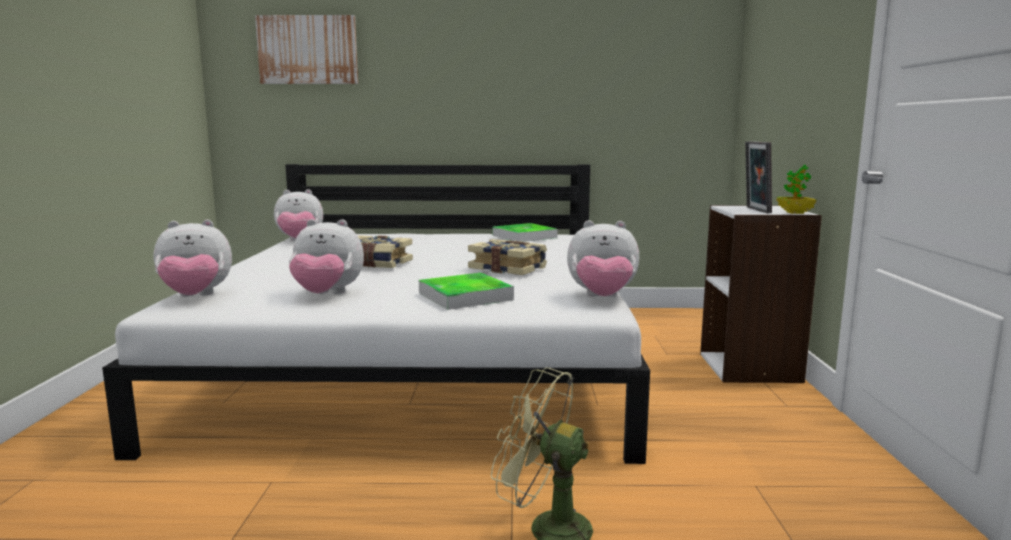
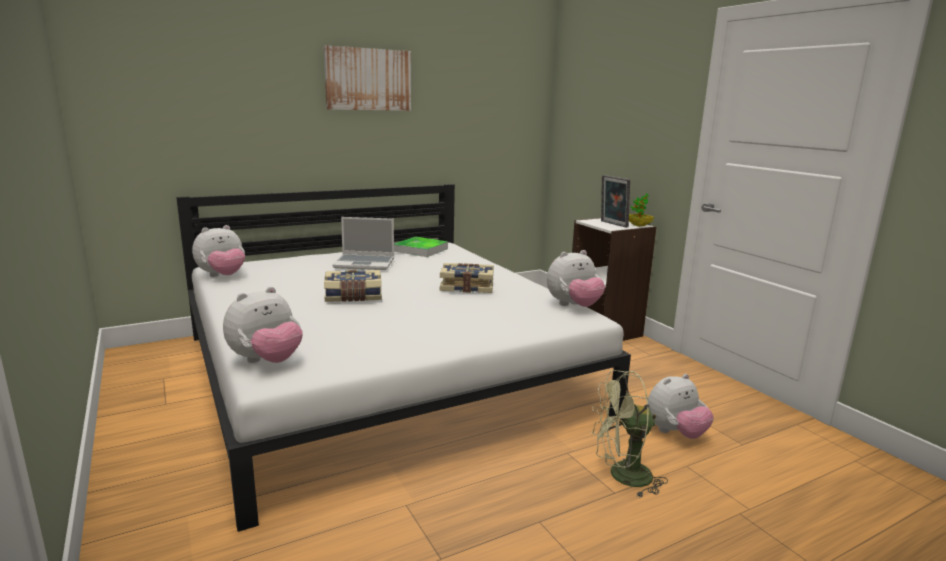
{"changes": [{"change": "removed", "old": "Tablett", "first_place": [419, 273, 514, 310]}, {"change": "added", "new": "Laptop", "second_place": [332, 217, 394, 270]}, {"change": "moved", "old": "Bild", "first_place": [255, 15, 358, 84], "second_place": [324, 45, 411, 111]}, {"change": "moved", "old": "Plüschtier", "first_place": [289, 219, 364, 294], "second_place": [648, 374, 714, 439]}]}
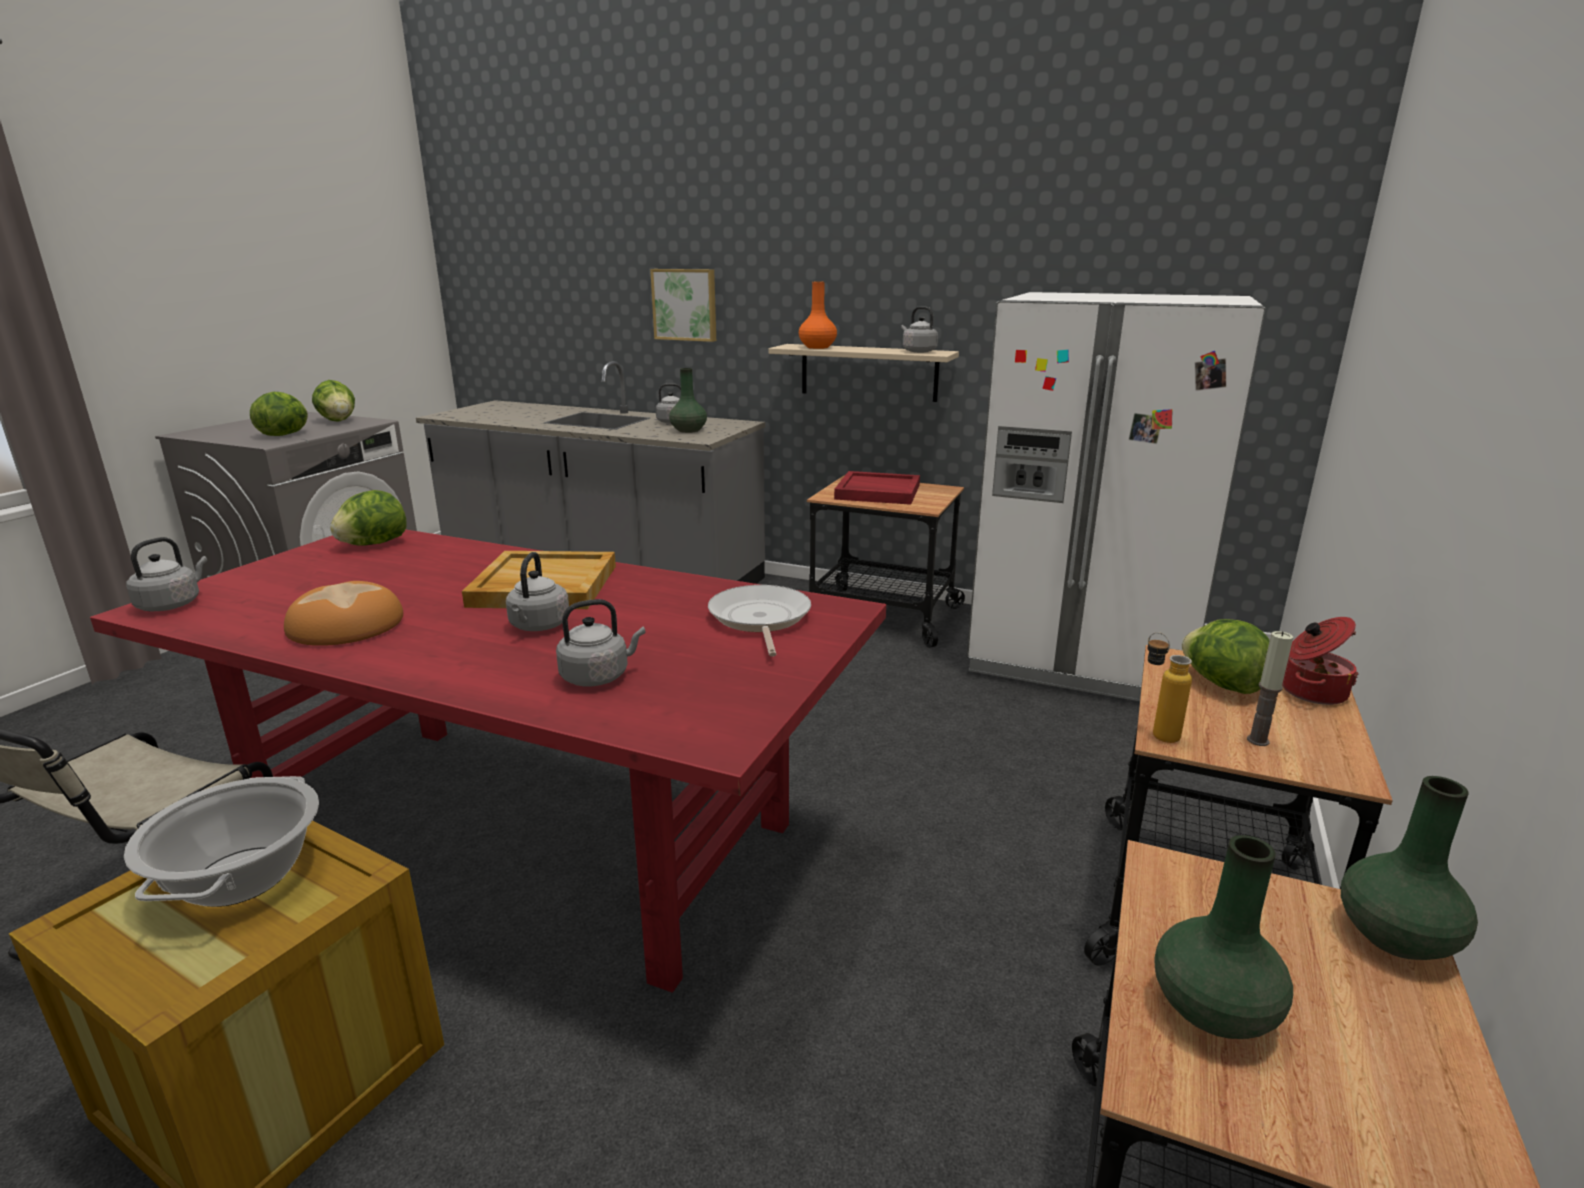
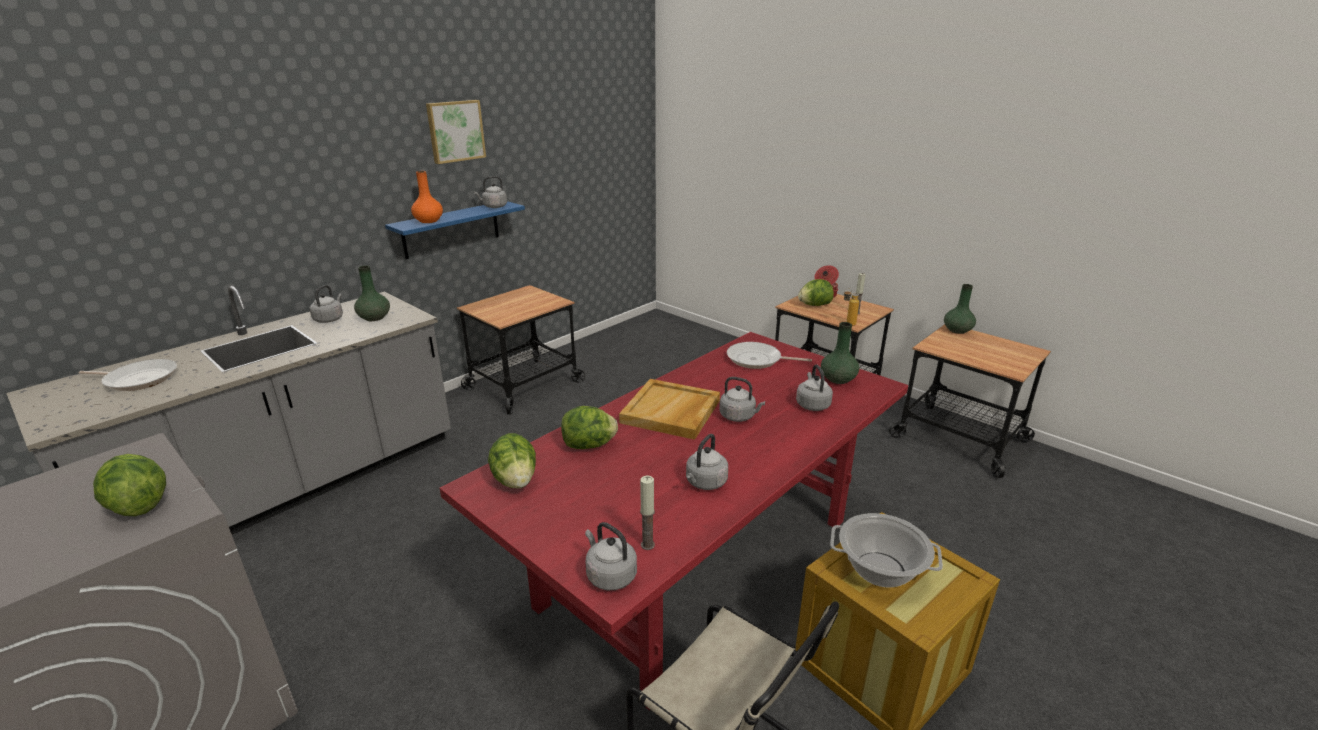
{"changes": [{"change": "removed", "old": "Tablett (rot)", "first_place": [834, 471, 920, 505]}, {"change": "removed", "old": "Kühlschrank (weiß)", "first_place": [967, 292, 1266, 701]}, {"change": "added", "new": "Pfanne", "second_place": [79, 359, 177, 391]}, {"change": "added", "new": "Kerze", "second_place": [640, 475, 655, 550]}, {"change": "moved", "old": "Salatkopf", "first_place": [312, 380, 355, 422], "second_place": [561, 406, 618, 449]}, {"change": "moved", "old": "Bild", "first_place": [650, 269, 716, 342], "second_place": [426, 100, 486, 164]}, {"change": "moved", "old": "Vase (grün)", "first_place": [1154, 835, 1293, 1039], "second_place": [821, 322, 859, 384]}, {"change": "replaced", "old": "Brot", "new": "Wasserkessel (grau)", "first_place": [284, 581, 403, 646], "second_place": [686, 434, 728, 490]}, {"change": "recoloured", "old": "Wandregal (beige)", "new": "Wandregal (blau)", "first_place": [768, 344, 959, 402], "second_place": [385, 201, 525, 259]}]}
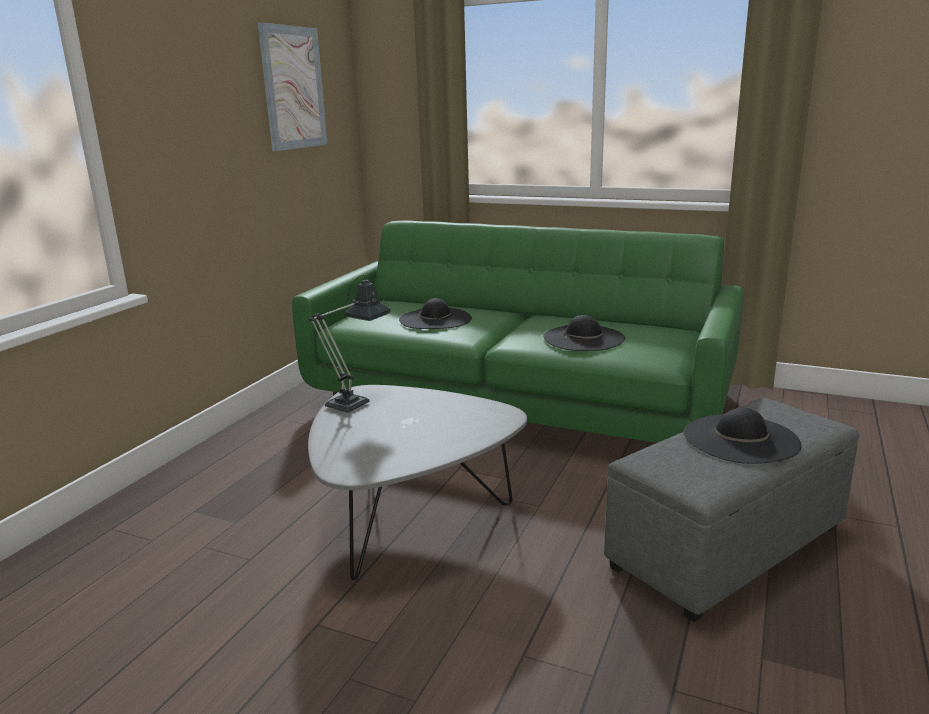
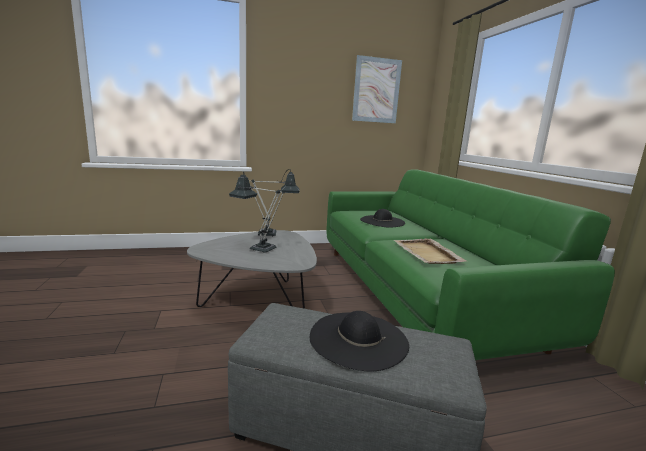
{"changes": [{"change": "added", "new": "Tischlampe", "second_place": [229, 172, 285, 253]}, {"change": "replaced", "old": "Hut (schwarz)", "new": "Tablett (beige)", "first_place": [543, 315, 625, 351], "second_place": [394, 238, 467, 264]}]}
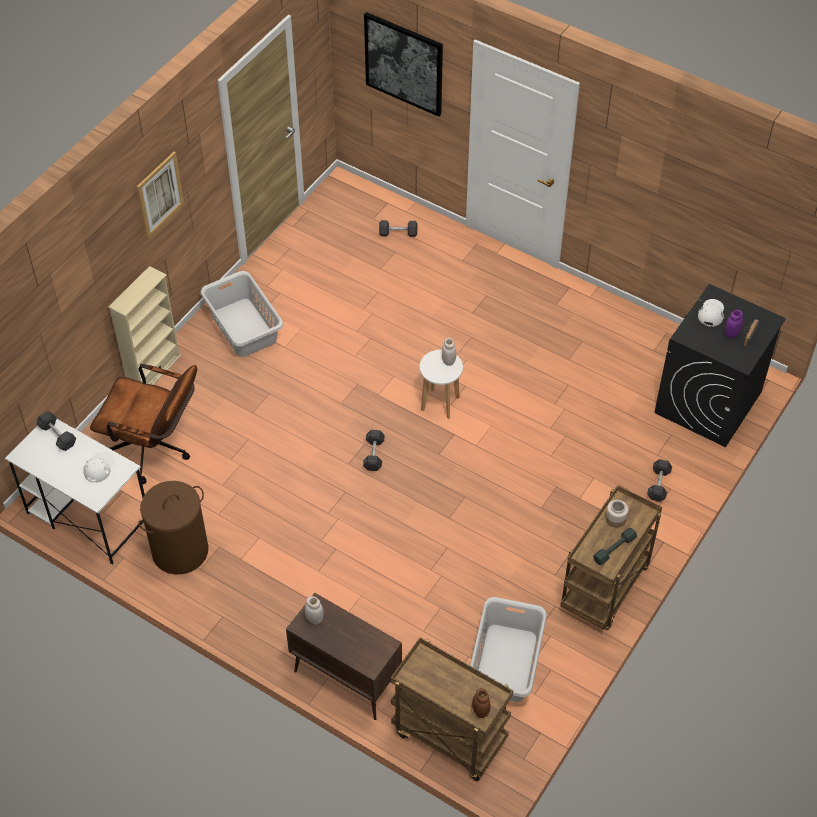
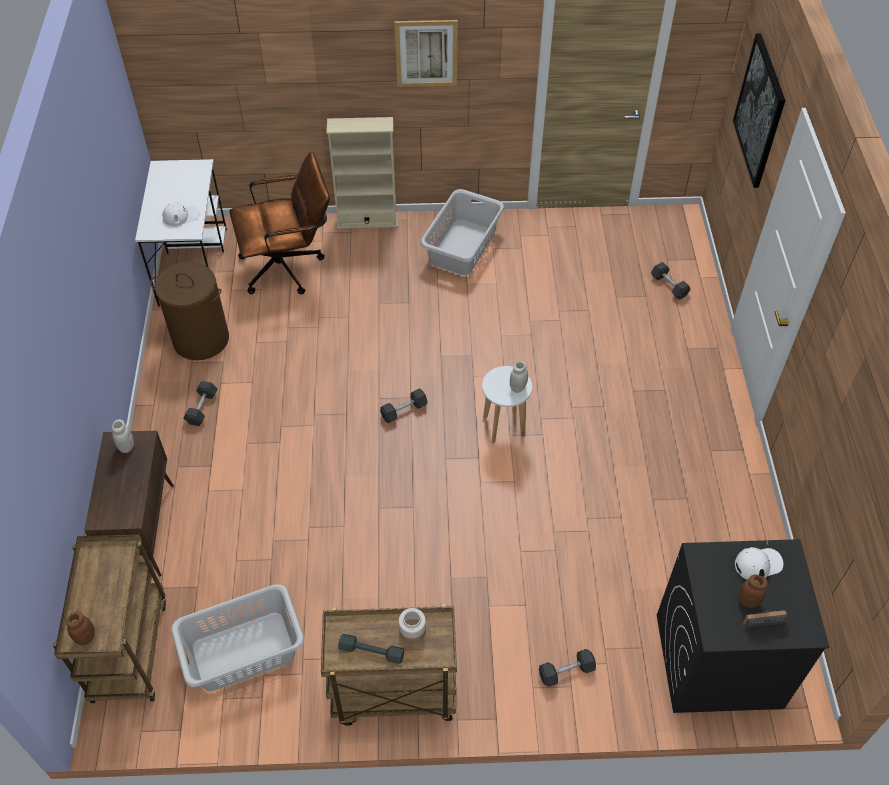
{"changes": [{"change": "moved", "old": "Hantel (grau)", "first_place": [36, 411, 76, 451], "second_place": [184, 381, 217, 426]}, {"change": "recoloured", "old": "Vorratsglas (lila)", "new": "Vorratsglas (braun)", "first_place": [725, 310, 743, 338], "second_place": [739, 574, 768, 608]}, {"change": "turned", "old": "Bürostuhl (braun)", "first_place": [90, 364, 197, 484], "second_place": [229, 151, 330, 294], "degrees": -90}]}
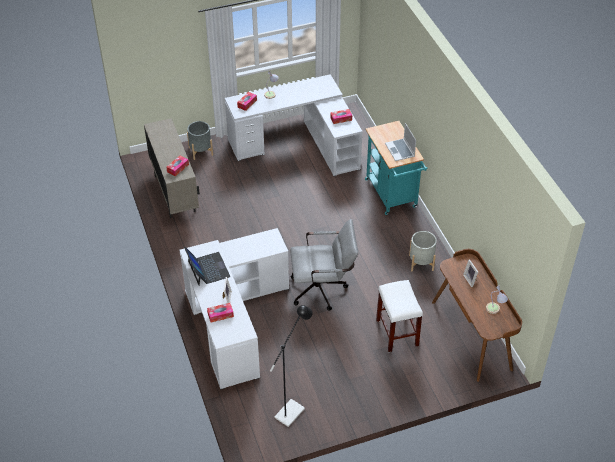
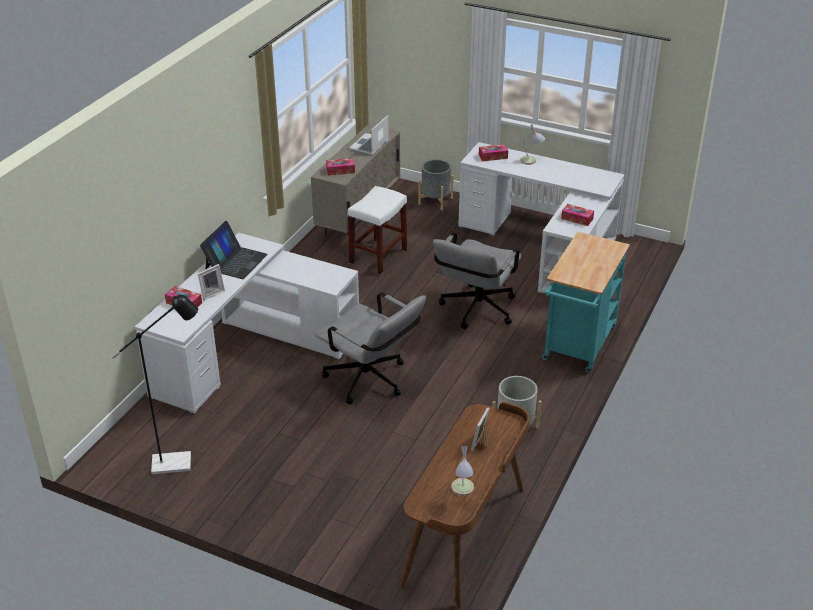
{"changes": [{"change": "added", "new": "Bürostuhl (grau)", "second_place": [433, 232, 522, 329]}, {"change": "moved", "old": "Hocker (weiß)", "first_place": [376, 280, 423, 352], "second_place": [347, 186, 407, 274]}, {"change": "moved", "old": "Laptop", "first_place": [385, 123, 416, 161], "second_place": [349, 115, 389, 155]}]}
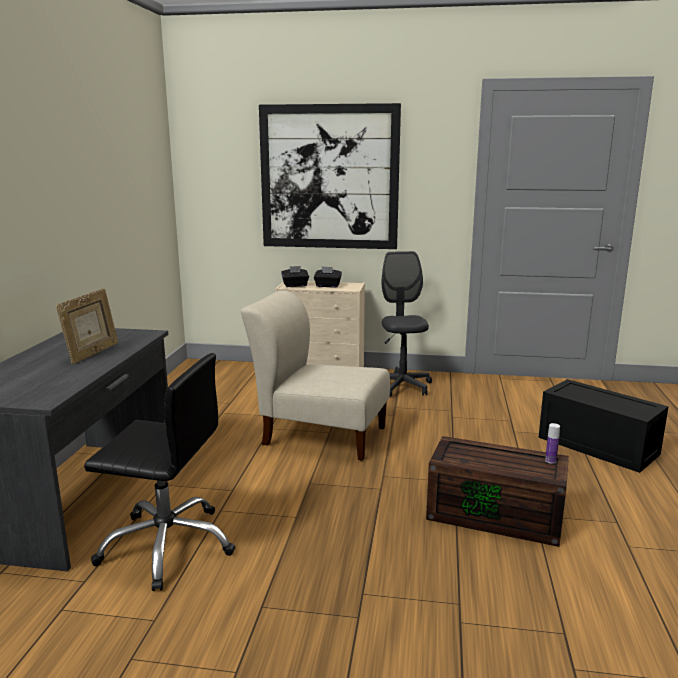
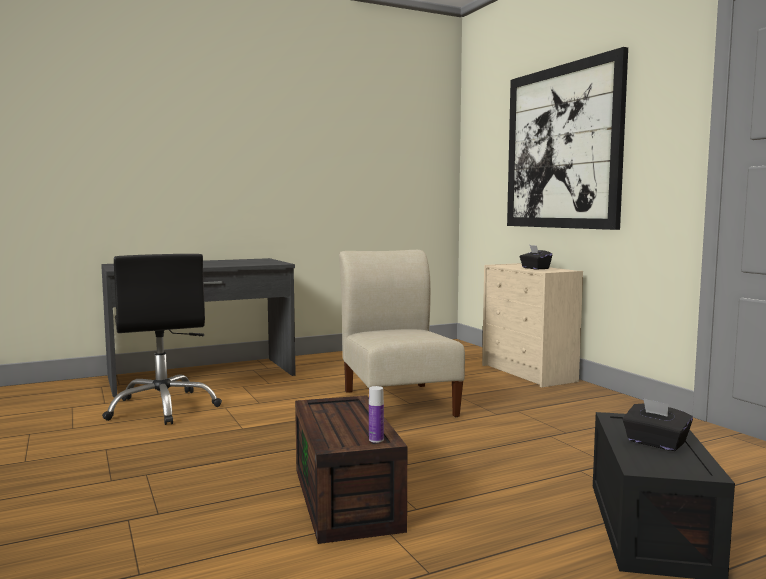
{"changes": [{"change": "removed", "old": "Bilderrahmen", "first_place": [56, 288, 118, 364]}, {"change": "removed", "old": "Bürostuhl (grau)", "first_place": [381, 251, 432, 397]}, {"change": "moved", "old": "Taschentuchbox (schwarz)", "first_place": [281, 266, 309, 287], "second_place": [622, 398, 693, 451]}]}
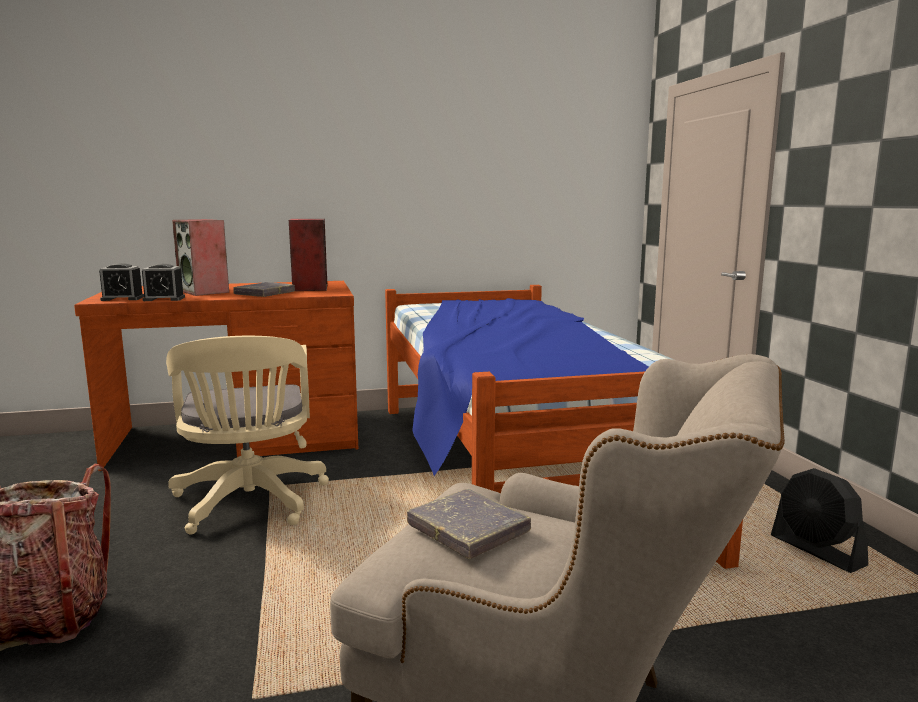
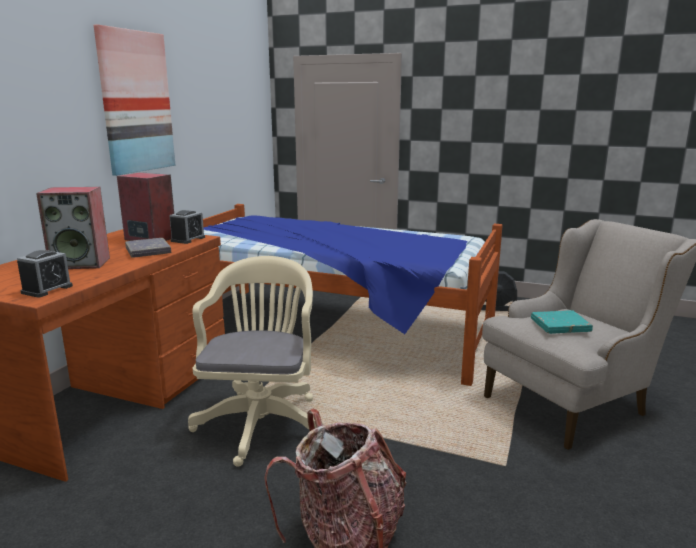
{"changes": [{"change": "added", "new": "Bild", "second_place": [94, 24, 176, 176]}, {"change": "moved", "old": "Wecker", "first_place": [142, 264, 185, 301], "second_place": [169, 210, 205, 244]}, {"change": "recoloured", "old": "Buch (grau)", "new": "Buch (türkis)", "first_place": [407, 489, 531, 559], "second_place": [531, 310, 593, 334]}, {"change": "turned", "old": "Bürostuhl (beige)", "first_place": [166, 336, 329, 535], "second_place": [188, 256, 323, 467], "degrees": -105}]}
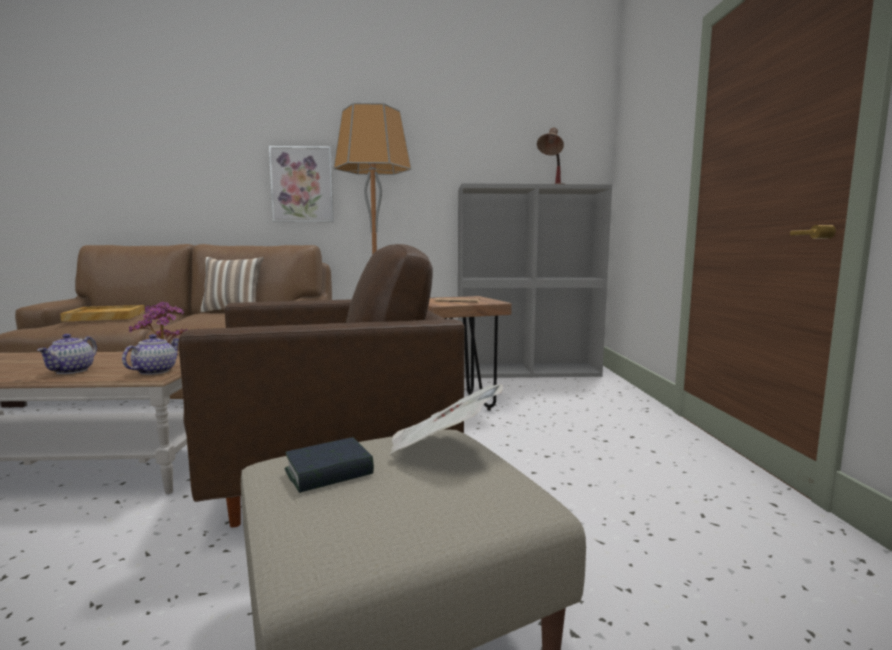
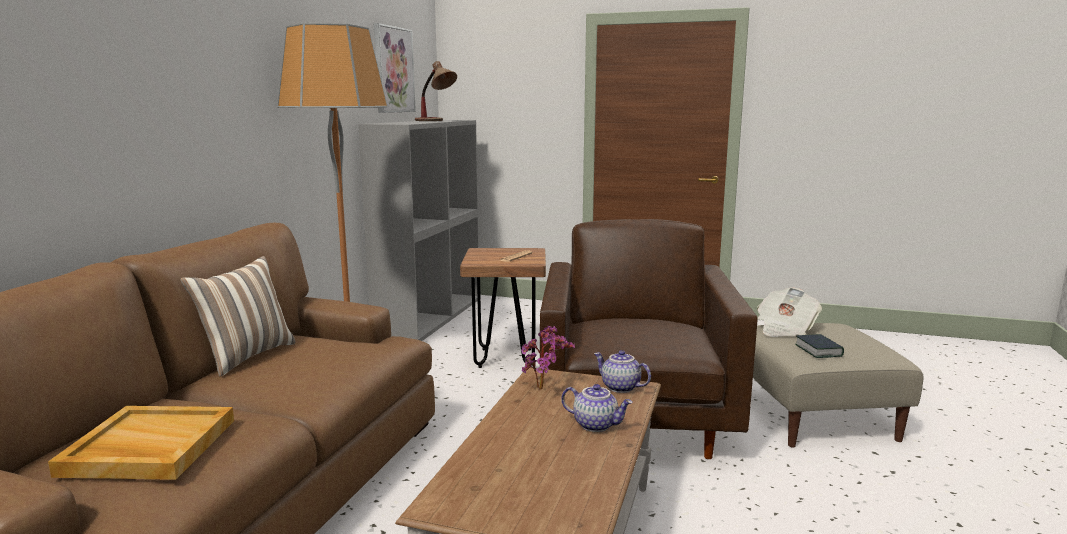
{"changes": [{"change": "moved", "old": "Bild", "first_place": [269, 146, 334, 222], "second_place": [374, 23, 416, 113]}]}
